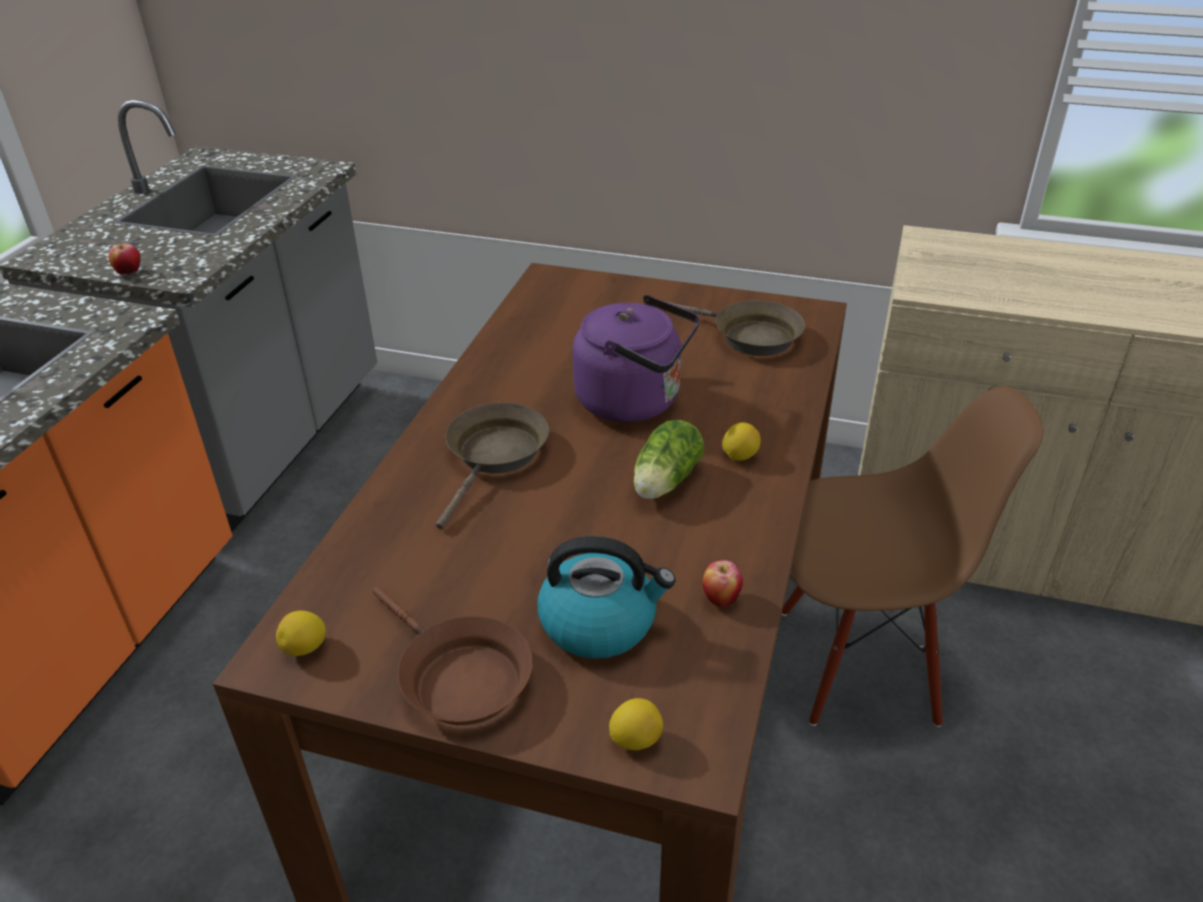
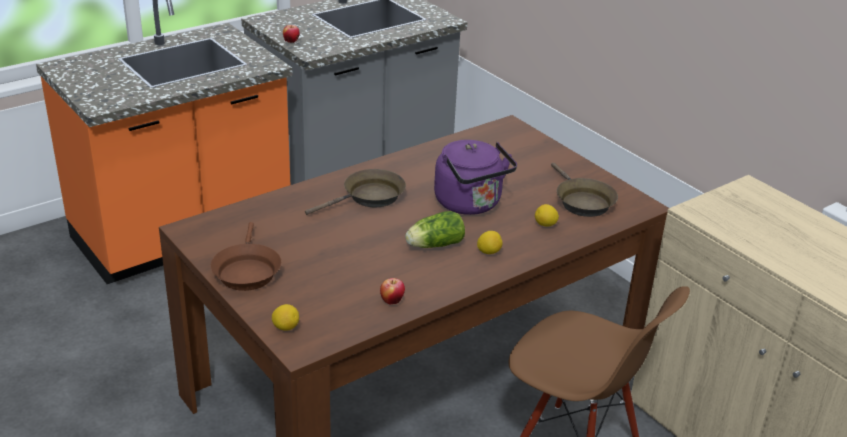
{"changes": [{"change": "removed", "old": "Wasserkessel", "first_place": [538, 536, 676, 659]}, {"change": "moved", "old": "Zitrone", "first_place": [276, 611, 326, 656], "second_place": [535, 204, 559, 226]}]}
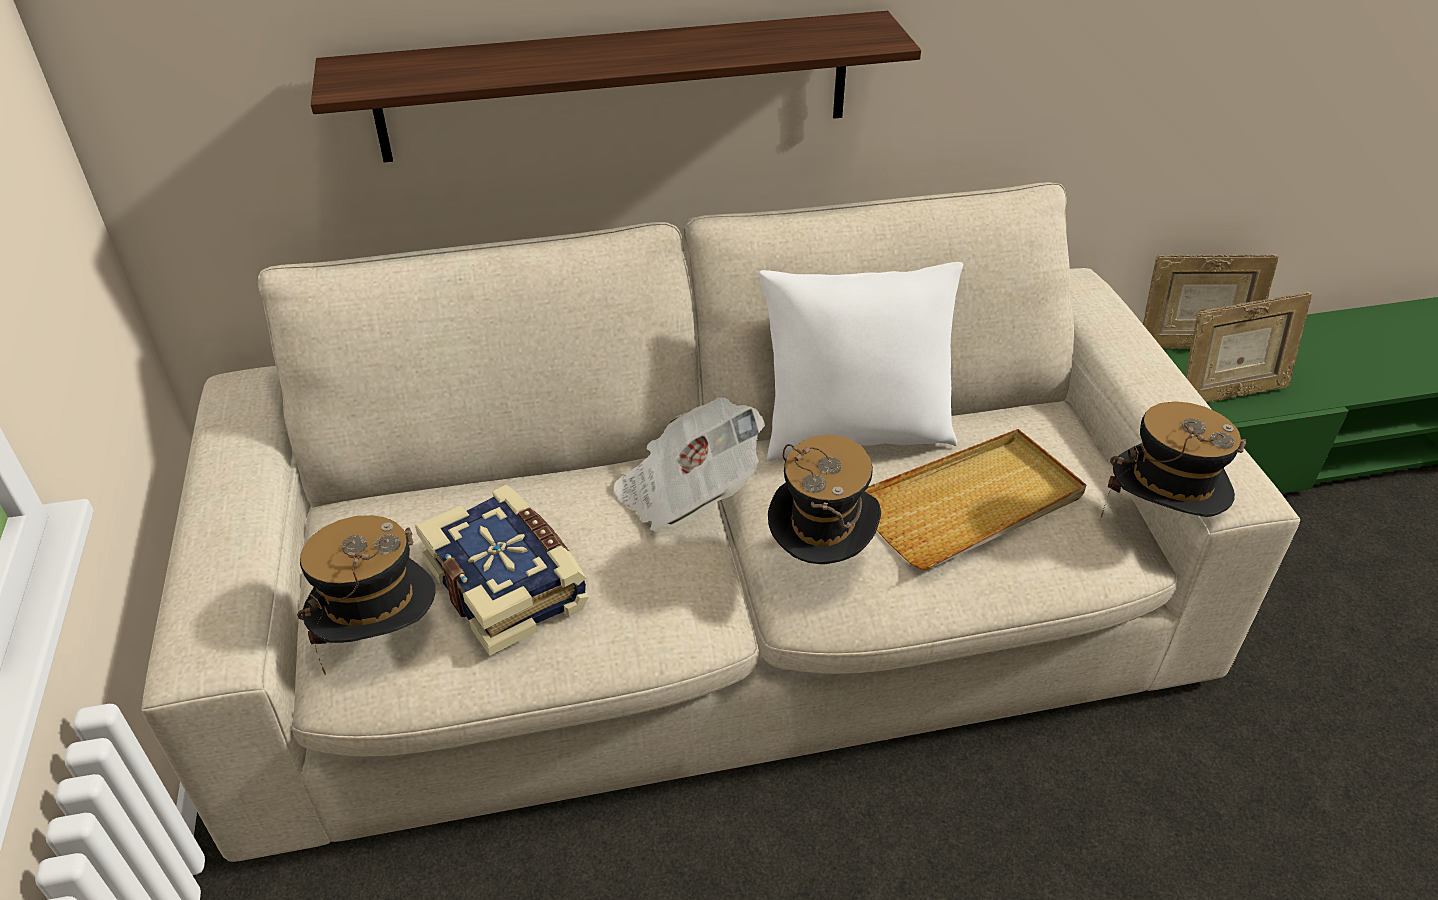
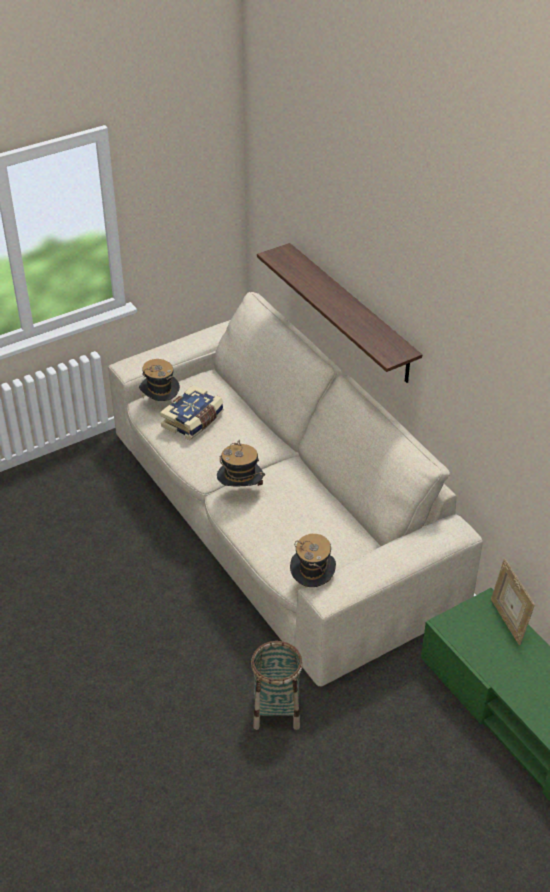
{"changes": [{"change": "removed", "old": "Zeitung", "first_place": [613, 397, 765, 532]}, {"change": "removed", "old": "Kissen (weiß)", "first_place": [759, 262, 963, 461]}, {"change": "removed", "old": "Tablett (beige)", "first_place": [865, 429, 1086, 570]}, {"change": "removed", "old": "Bilderrahmen", "first_place": [1185, 292, 1312, 403]}, {"change": "added", "new": "Korb", "second_place": [251, 641, 303, 730]}]}
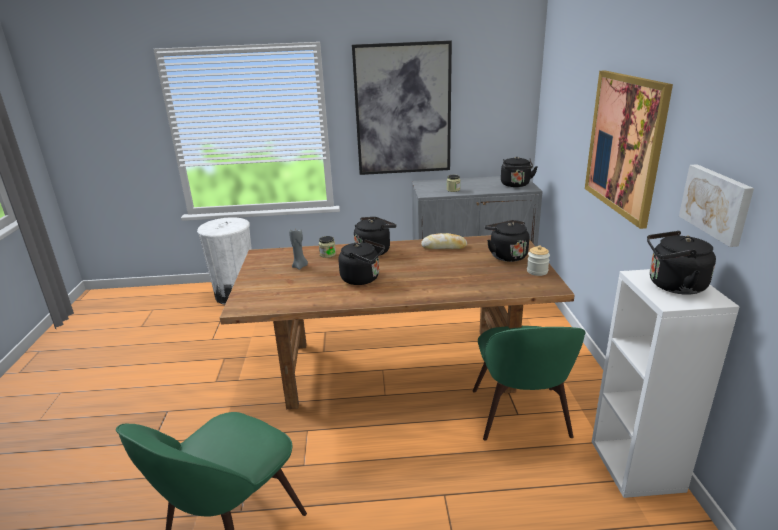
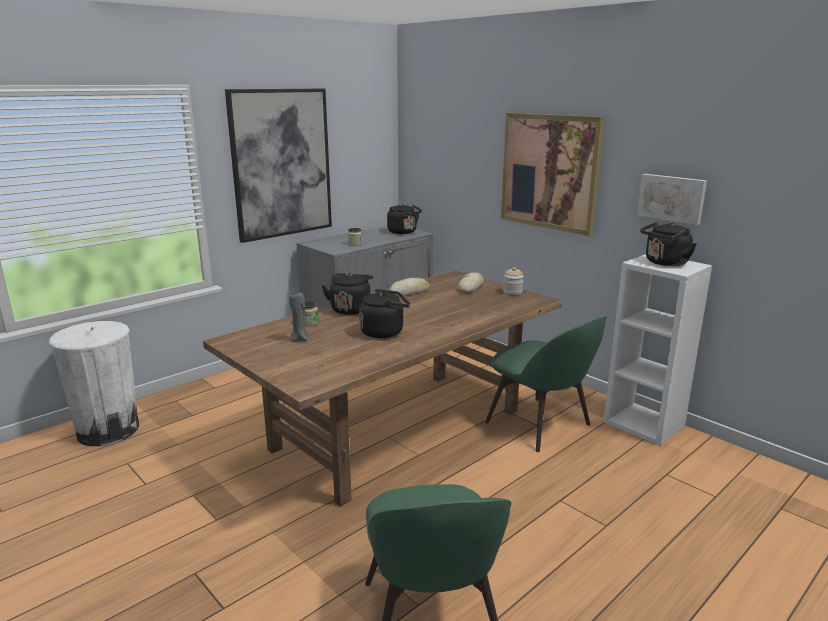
{"changes": [{"change": "replaced", "old": "Wasserkessel (schwarz)", "new": "Brot", "first_place": [485, 220, 529, 262], "second_place": [458, 272, 484, 293]}]}
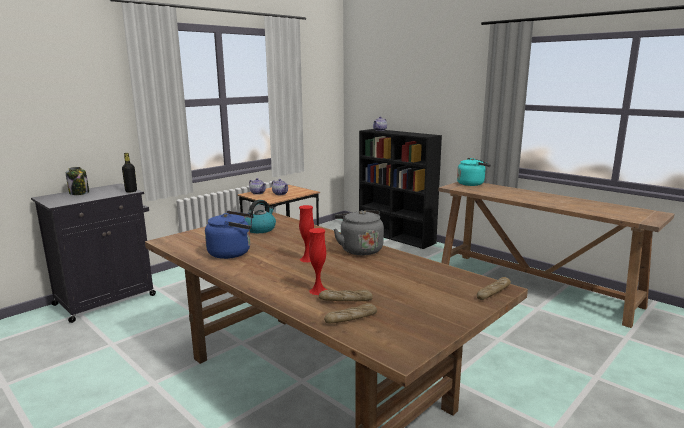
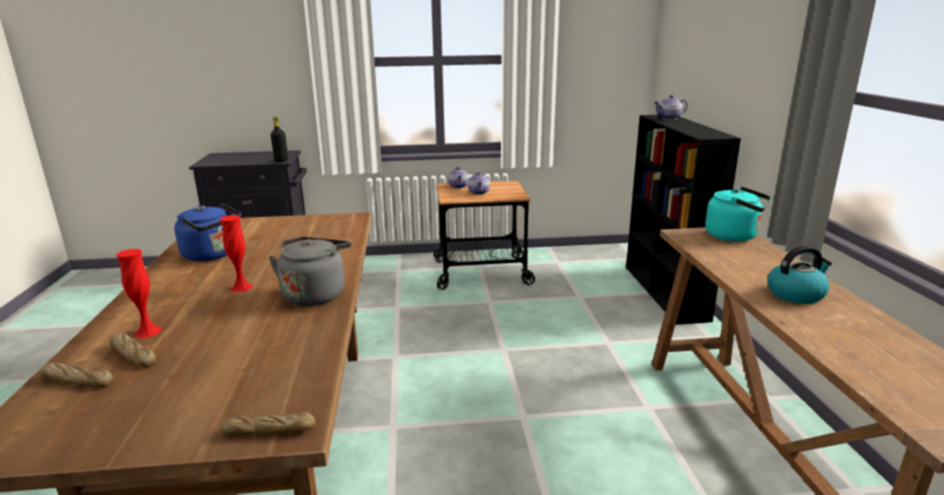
{"changes": [{"change": "removed", "old": "Vorratsglas", "first_place": [66, 167, 89, 195]}, {"change": "moved", "old": "Wasserkessel", "first_place": [245, 200, 276, 233], "second_place": [767, 245, 832, 304]}]}
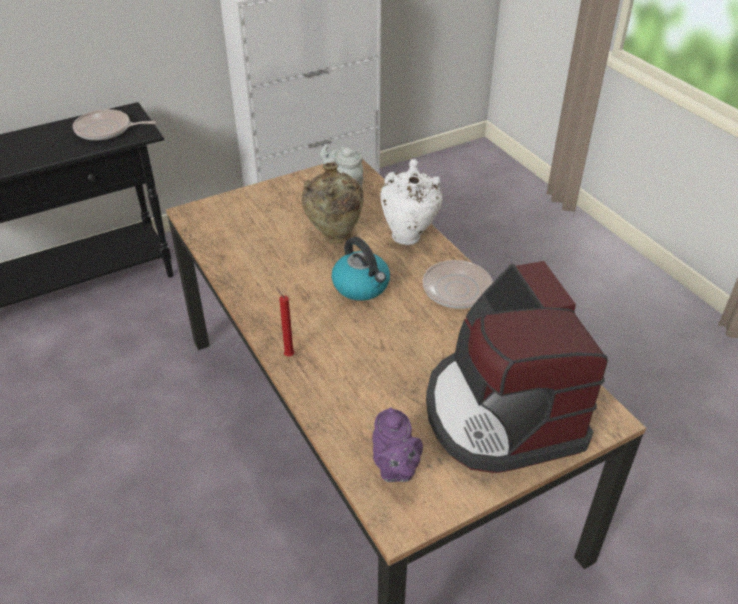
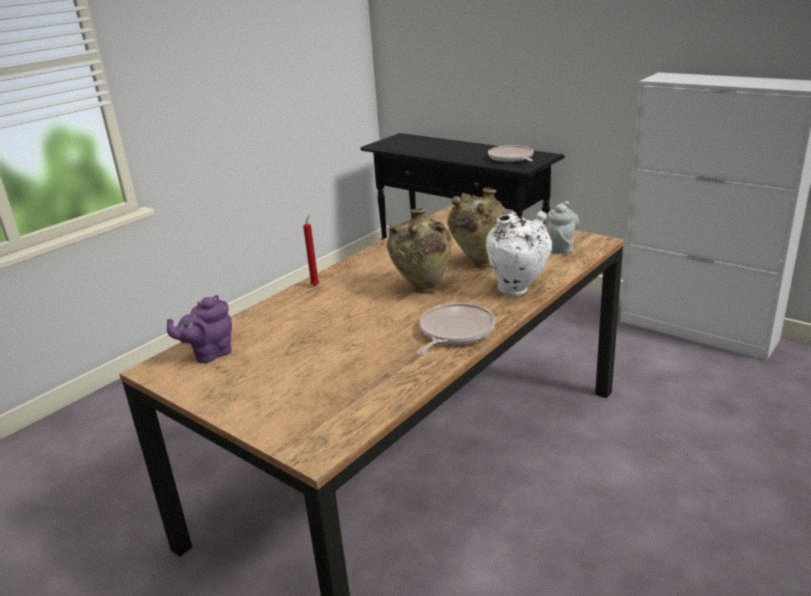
{"changes": [{"change": "removed", "old": "Kaffeemaschine", "first_place": [426, 261, 608, 473]}, {"change": "replaced", "old": "Wasserkessel", "new": "Vase (beige)", "first_place": [332, 237, 390, 301], "second_place": [387, 208, 451, 294]}]}
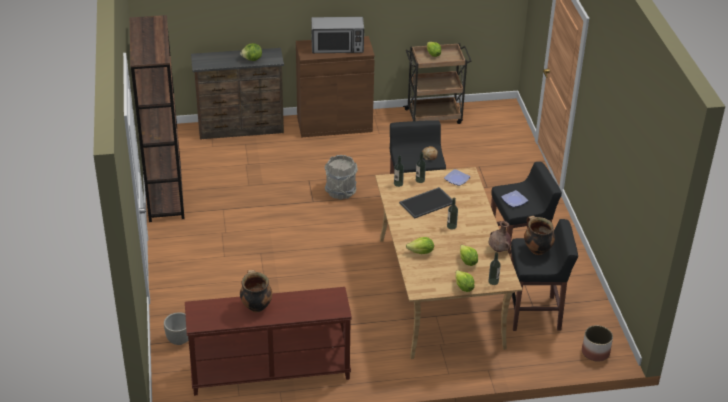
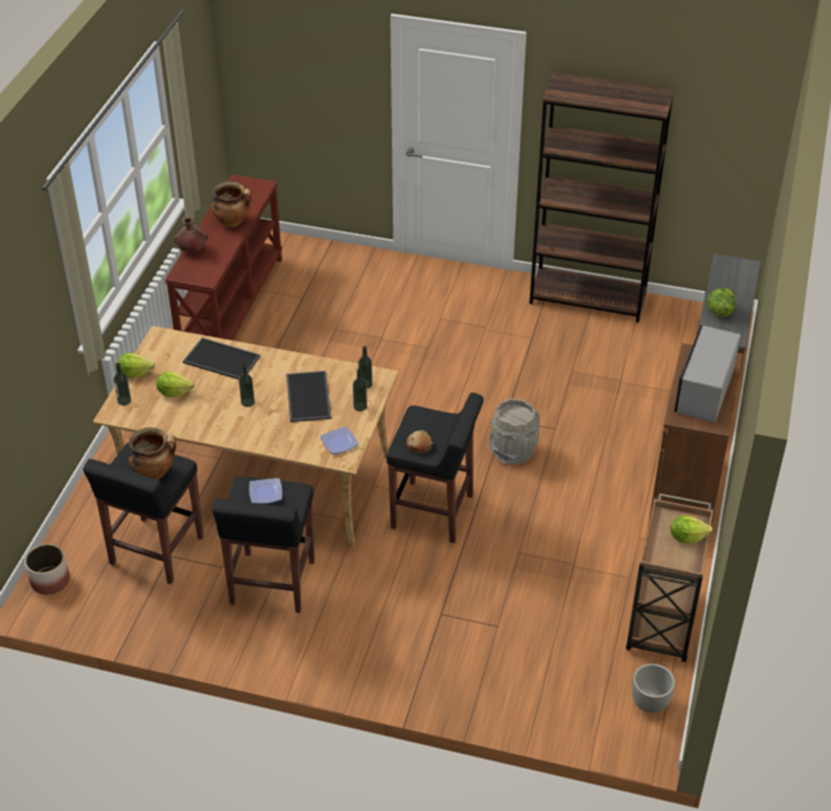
{"changes": [{"change": "moved", "old": "Pflanzkübel (grau)", "first_place": [164, 312, 189, 345], "second_place": [632, 664, 675, 713]}, {"change": "moved", "old": "Vase (braun)", "first_place": [489, 221, 511, 252], "second_place": [174, 216, 208, 253]}, {"change": "replaced", "old": "Salatkopf", "new": "Tablett", "first_place": [406, 237, 434, 254], "second_place": [183, 338, 260, 380]}]}
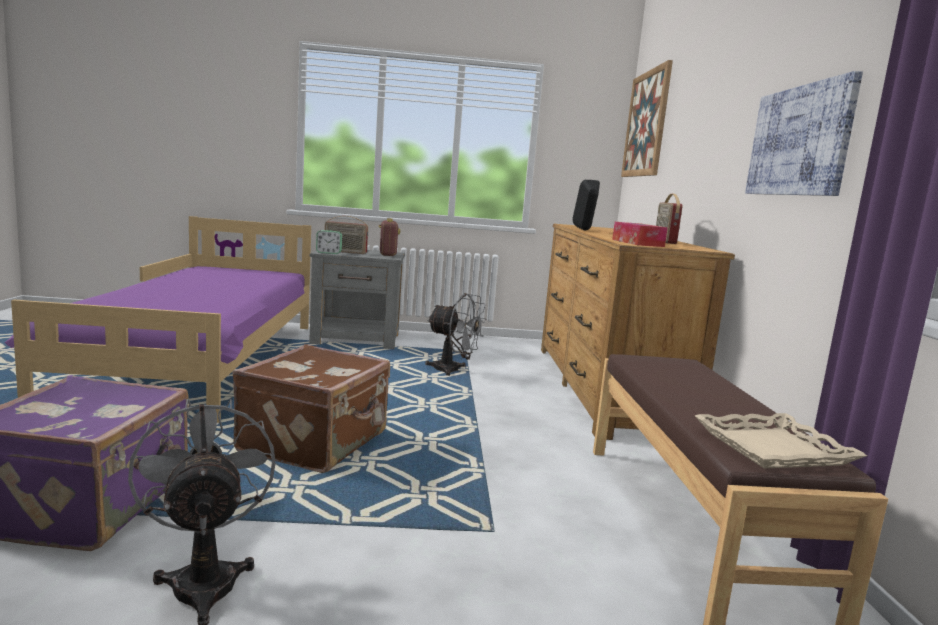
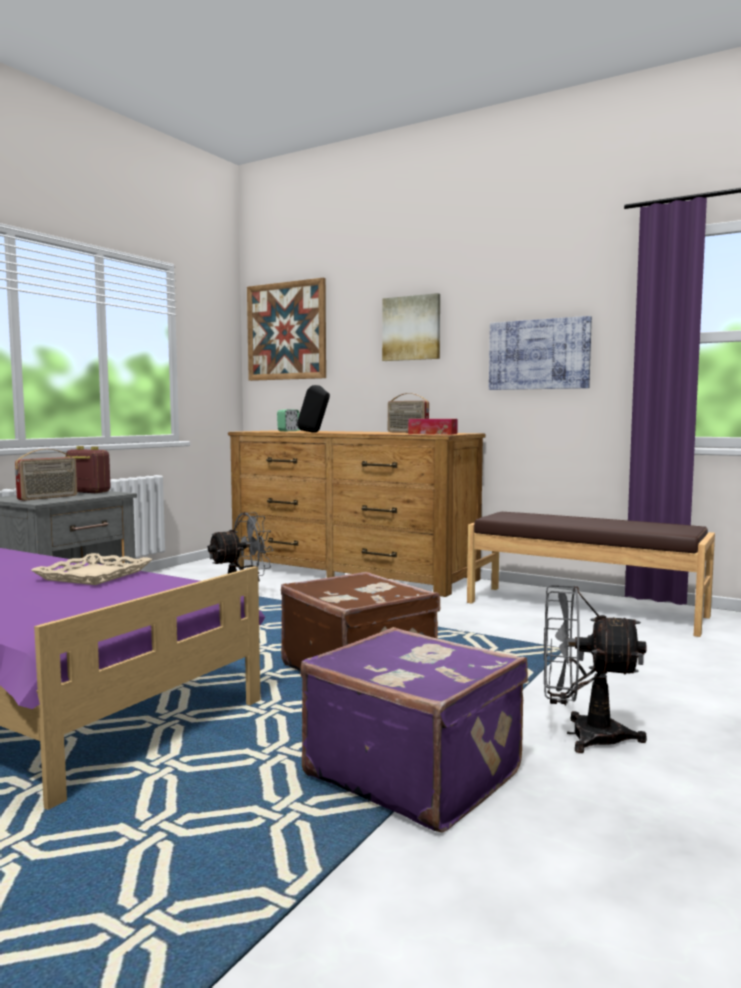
{"changes": [{"change": "added", "new": "Bild", "second_place": [382, 293, 440, 361]}, {"change": "moved", "old": "Wecker", "first_place": [316, 230, 342, 254], "second_place": [277, 409, 300, 431]}, {"change": "moved", "old": "Tablett (beige)", "first_place": [695, 413, 867, 468], "second_place": [31, 553, 153, 585]}]}
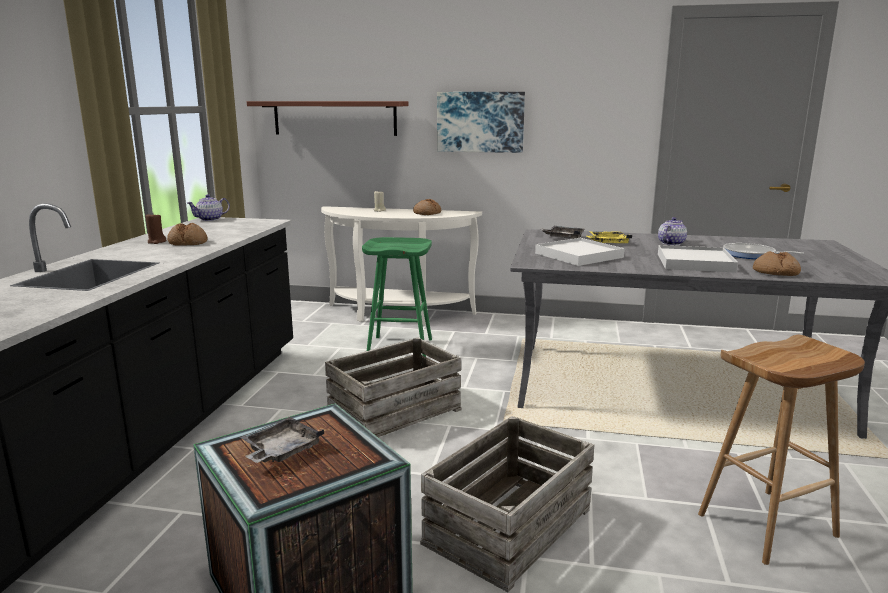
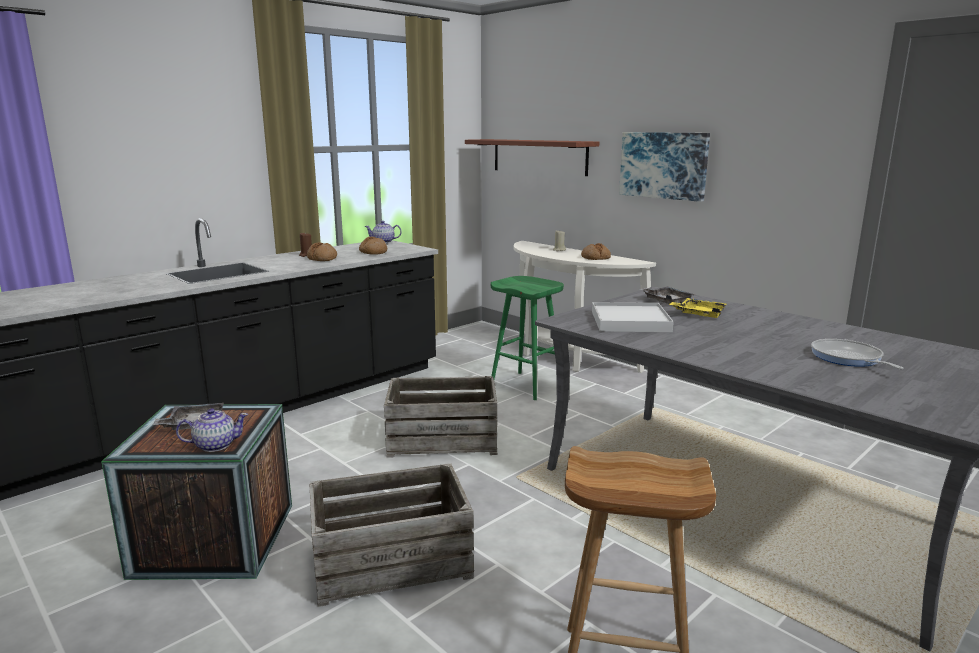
{"changes": [{"change": "removed", "old": "Tablett (weiß)", "first_place": [658, 245, 738, 273]}, {"change": "moved", "old": "Teekanne", "first_place": [658, 217, 687, 245], "second_place": [176, 408, 248, 452]}, {"change": "moved", "old": "Brot", "first_place": [753, 251, 801, 276], "second_place": [359, 236, 387, 255]}]}
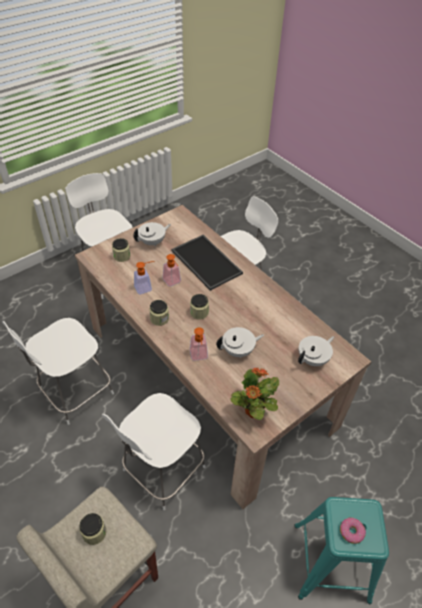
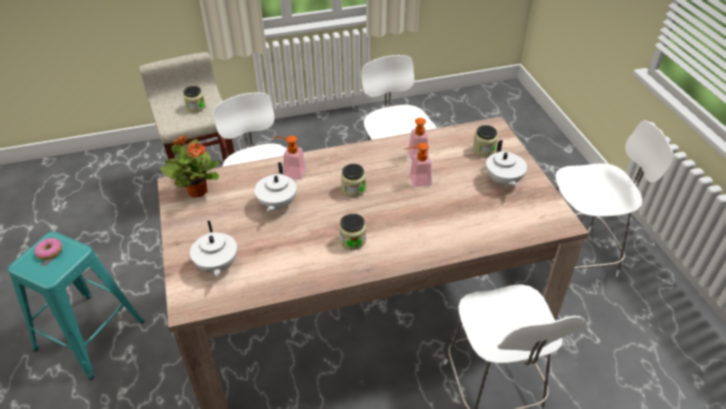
{"changes": [{"change": "removed", "old": "Tablett", "first_place": [171, 235, 243, 291]}, {"change": "moved", "old": "Vorratsglas", "first_place": [149, 300, 169, 326], "second_place": [339, 214, 366, 250]}]}
